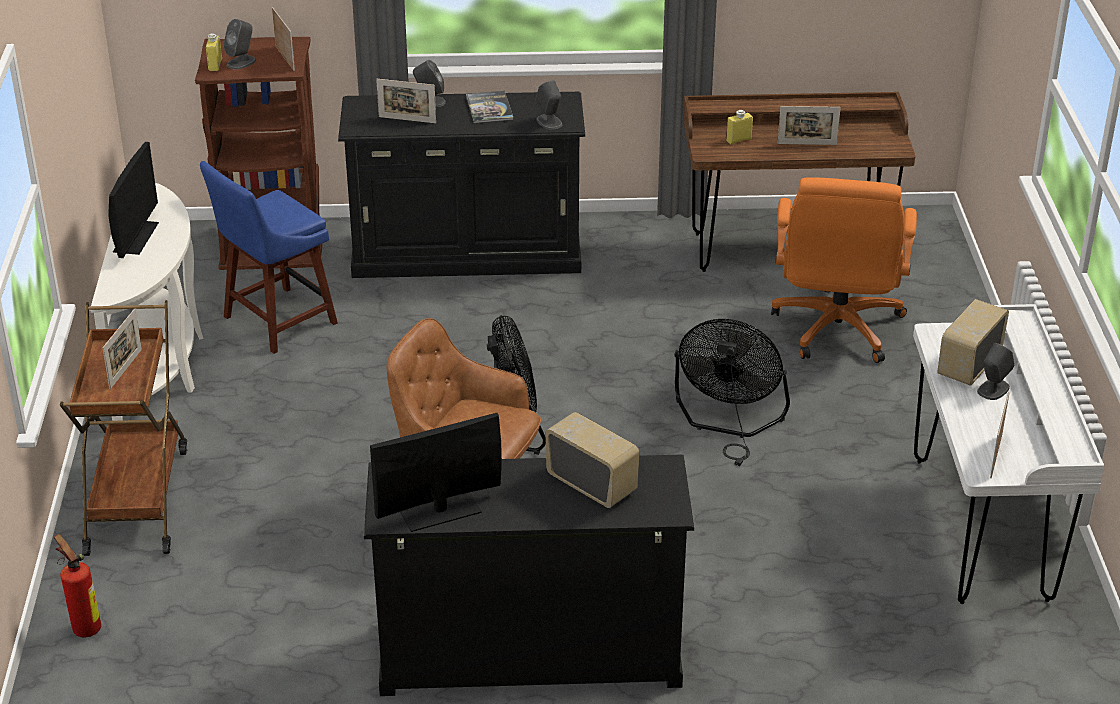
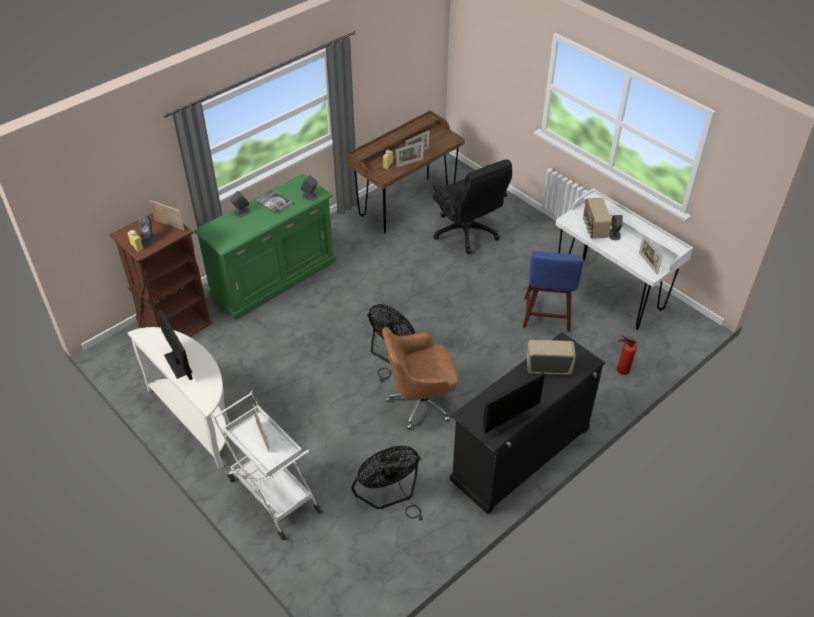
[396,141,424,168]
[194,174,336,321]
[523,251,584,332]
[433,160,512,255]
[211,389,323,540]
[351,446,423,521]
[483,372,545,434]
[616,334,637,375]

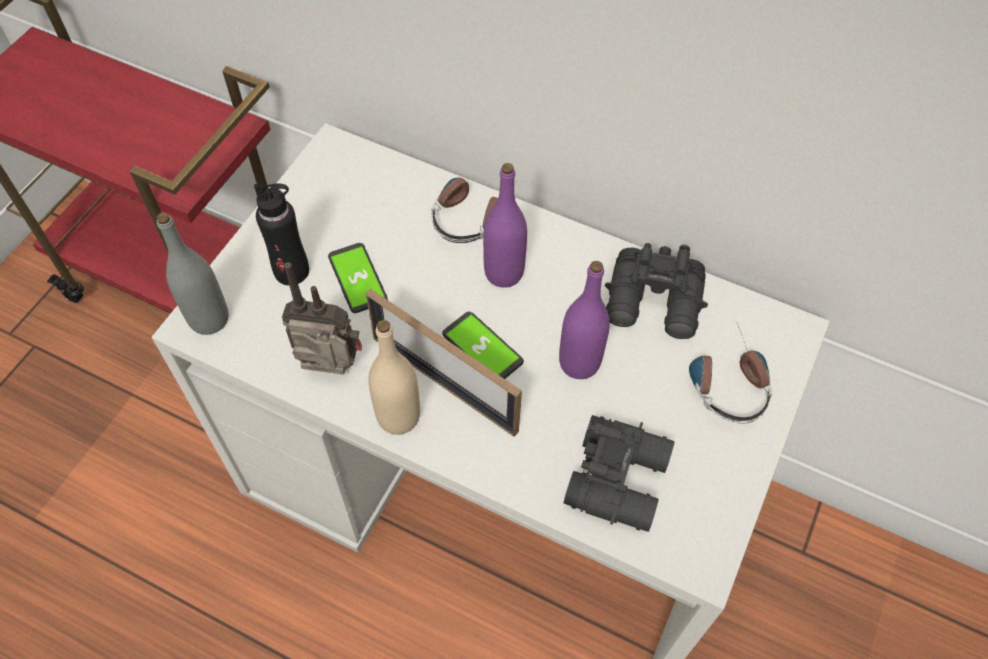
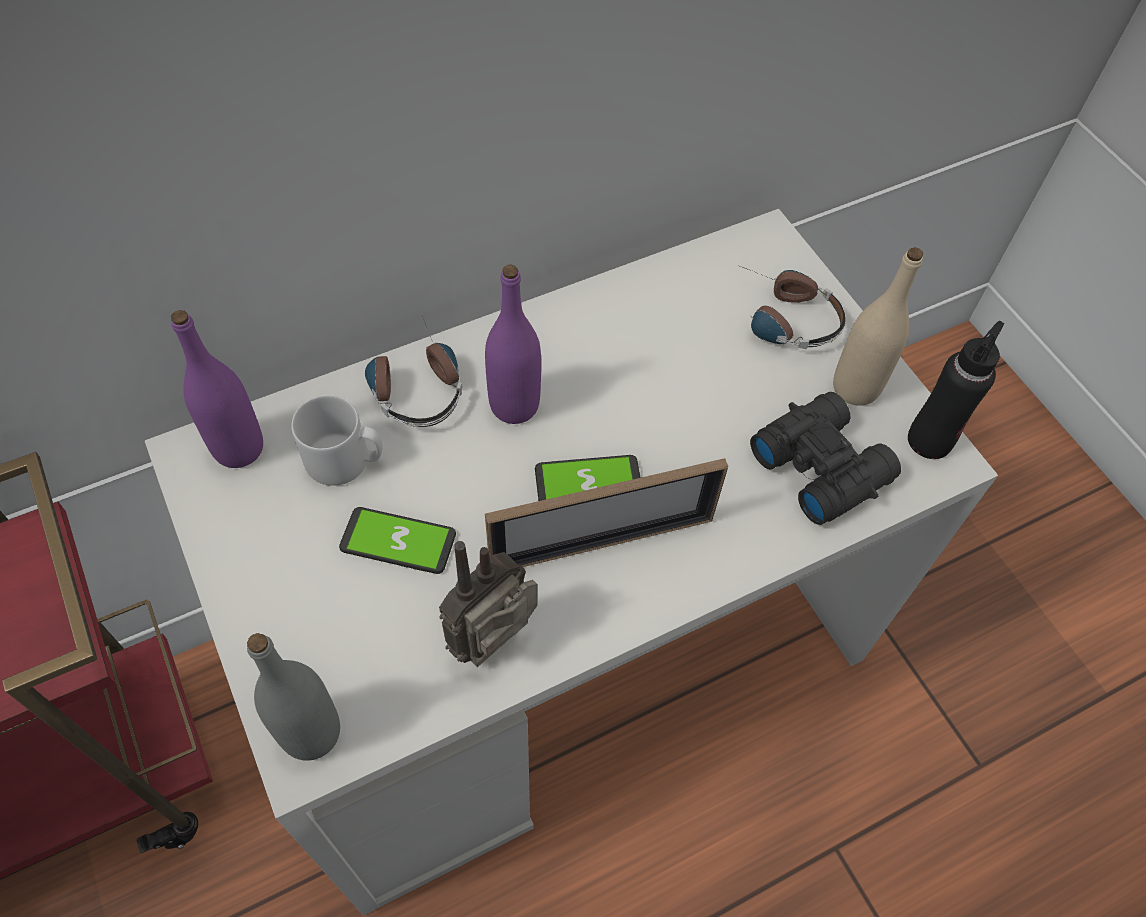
[908,321,1004,459]
[605,243,708,339] (first image)
[171,310,263,468]
[833,247,923,406]
[291,395,382,486]

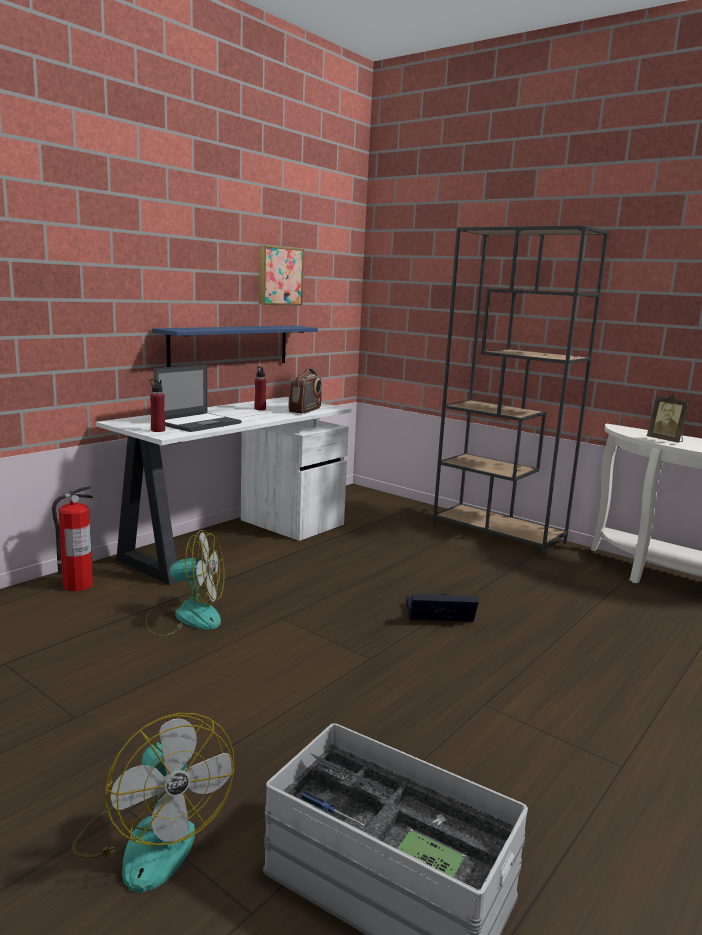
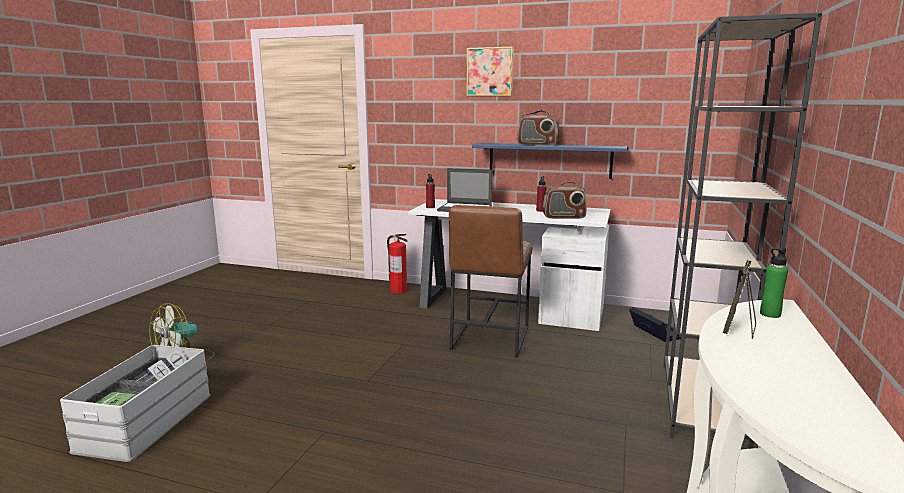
[466,46,514,96]
[145,530,224,637] (first image)
[629,307,681,342]
[517,110,558,146]
[449,205,532,358]
[760,248,788,318]

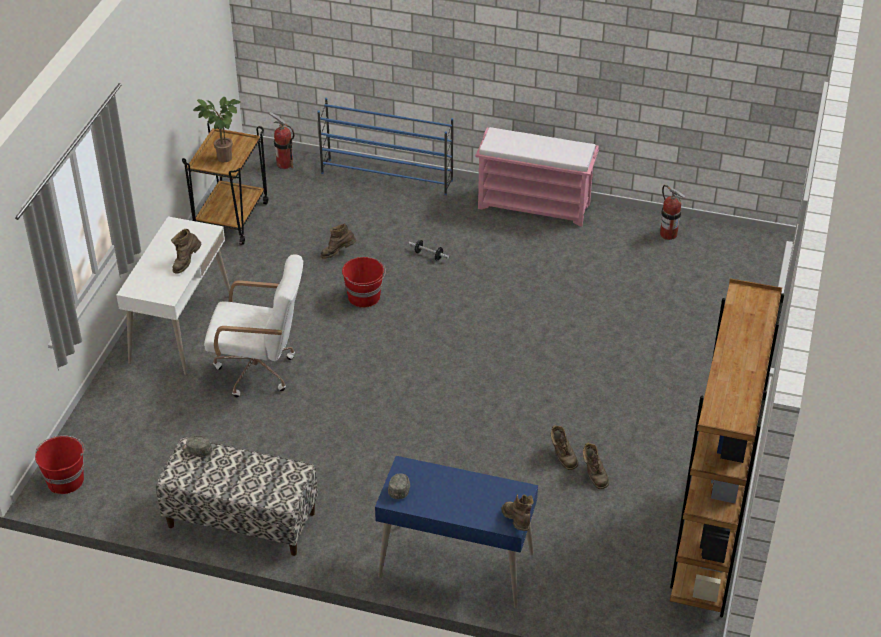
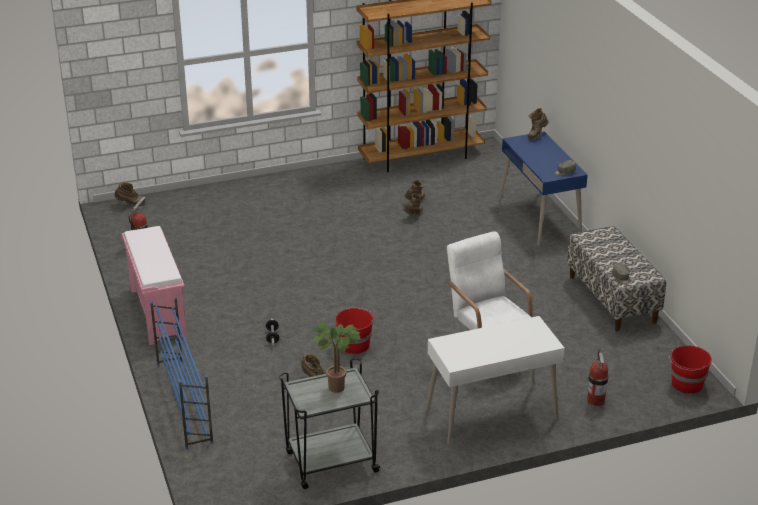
[587,348,608,406]
[279,357,381,489]
[114,182,146,206]

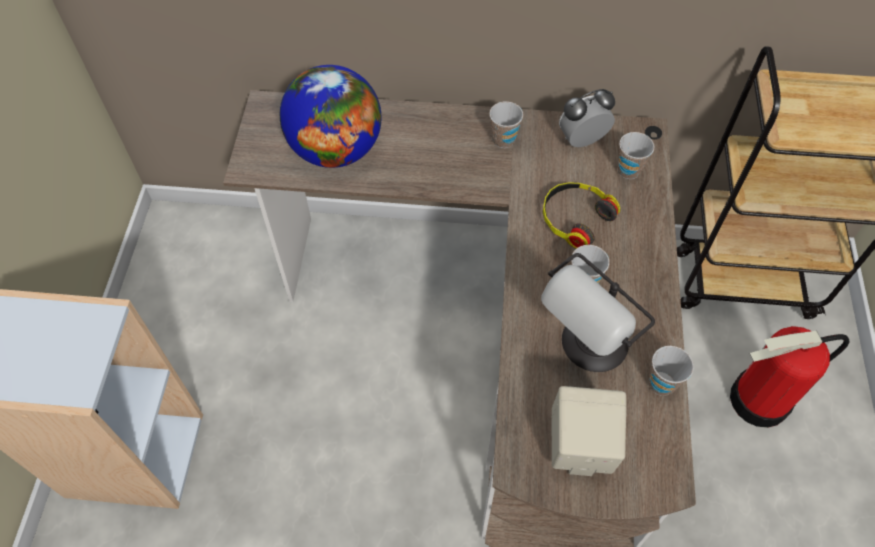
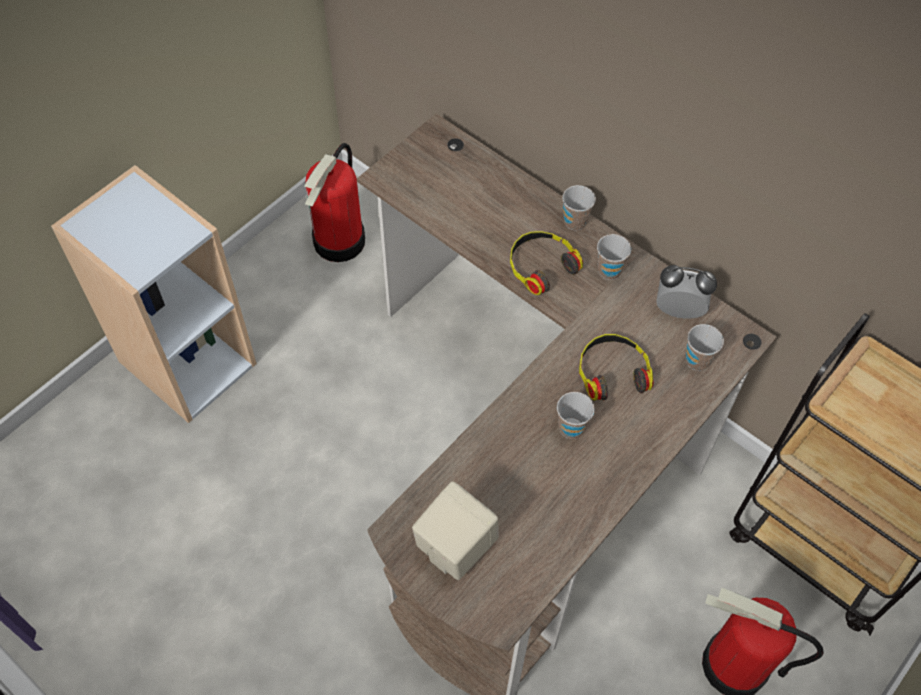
[280,65,382,168] (first image)
[541,253,655,372] (first image)
[562,185,596,231]
[304,143,365,262]
[510,231,583,295]

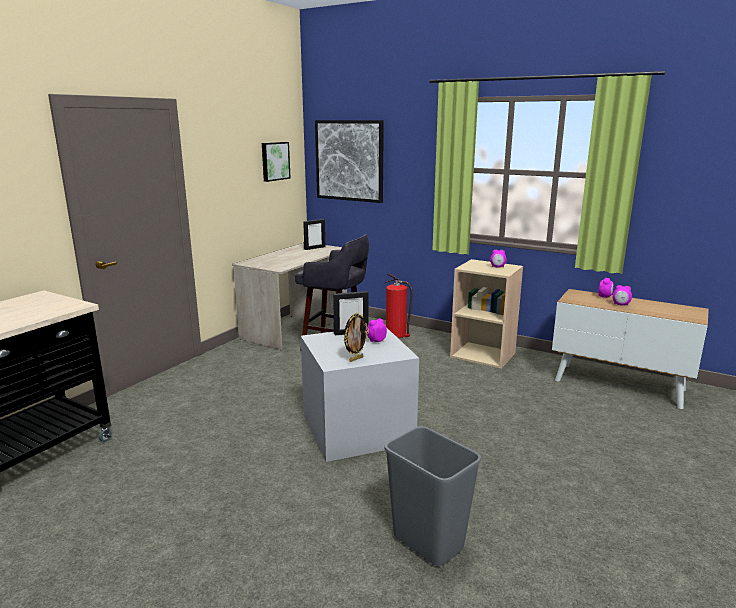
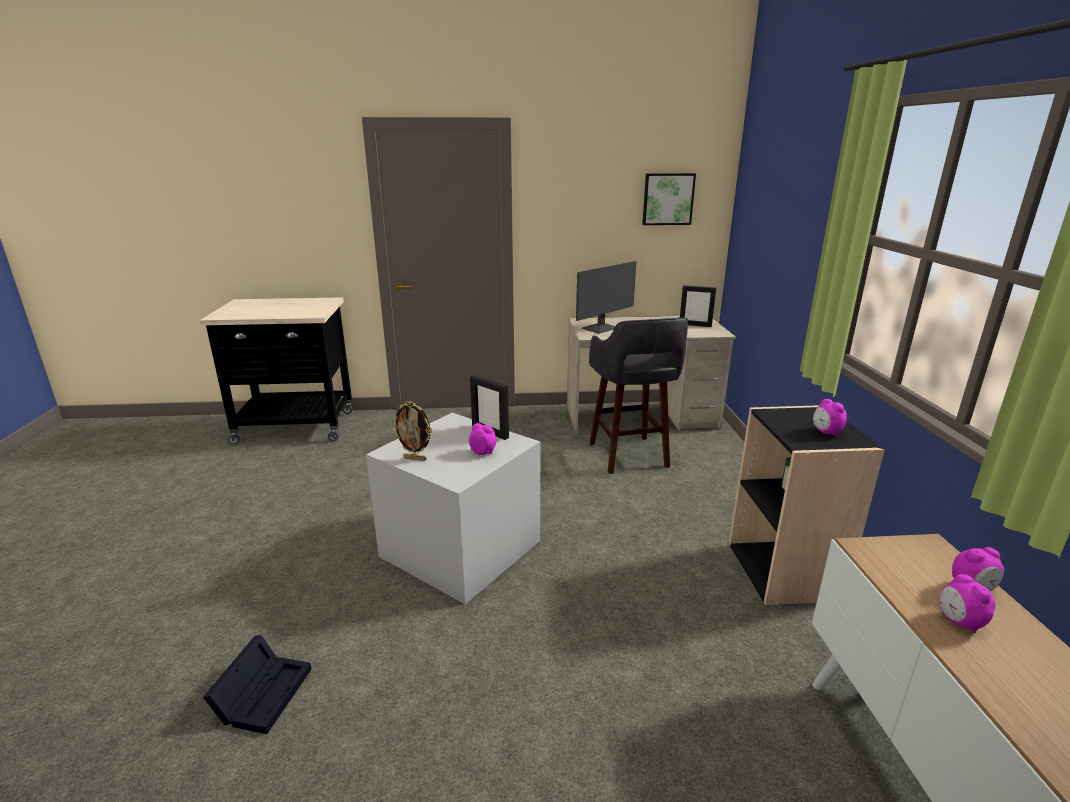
[315,120,384,203] (first image)
[729,405,884,605]
[385,273,413,338] (first image)
[203,635,311,734]
[576,261,636,334]

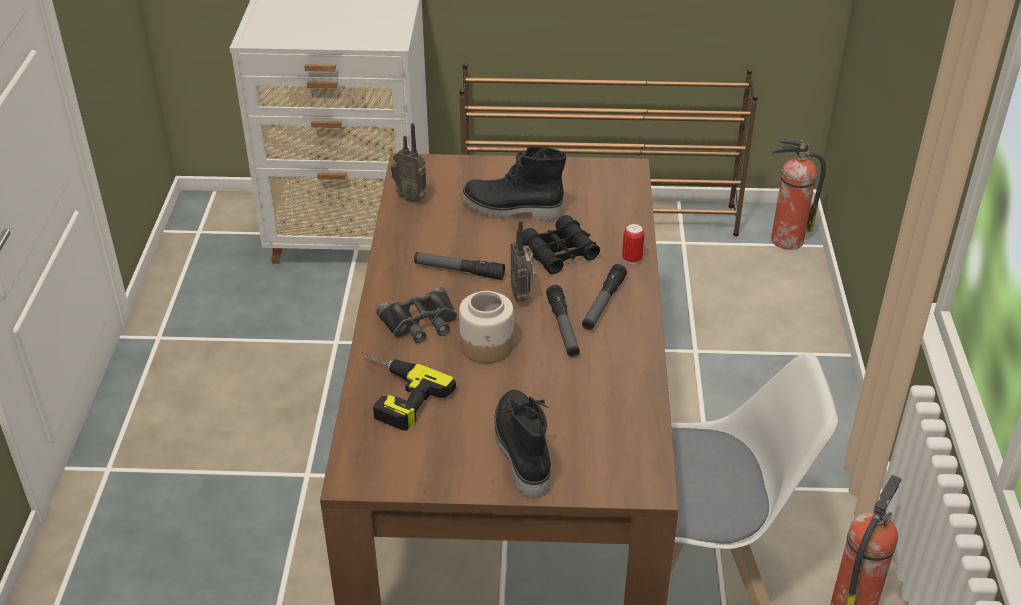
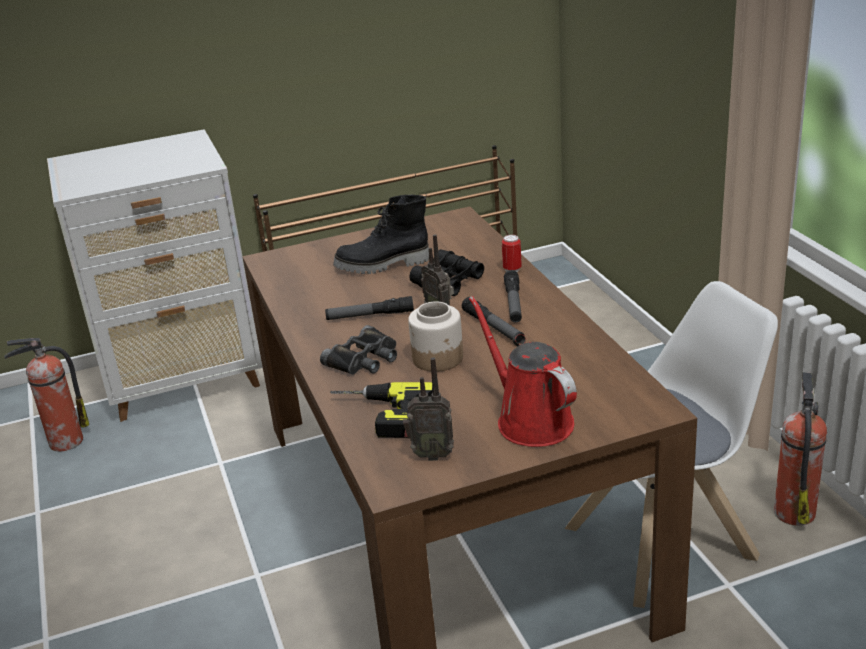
[403,357,454,461]
[4,338,89,451]
[469,296,577,447]

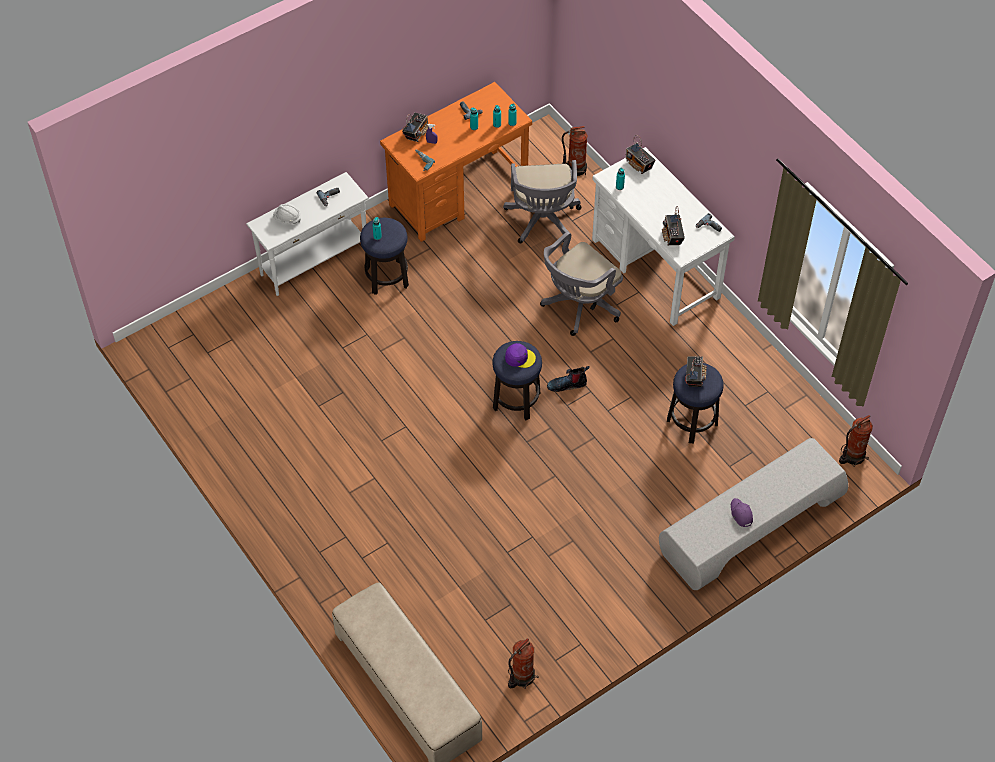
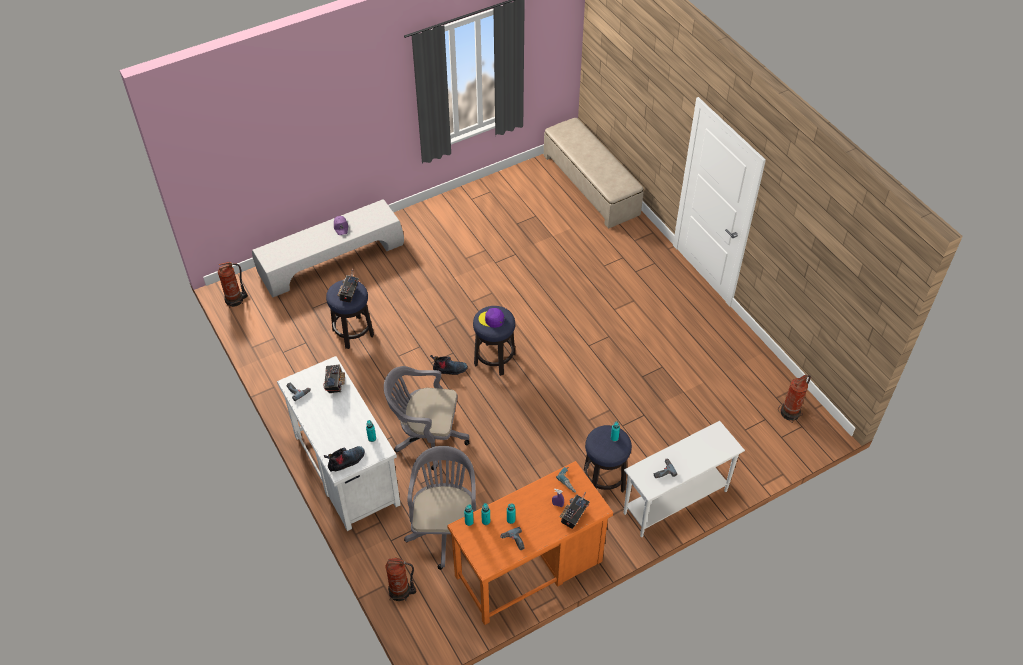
[324,446,365,472]
[273,203,301,224] (first image)
[384,366,469,470]
[778,375,811,423]

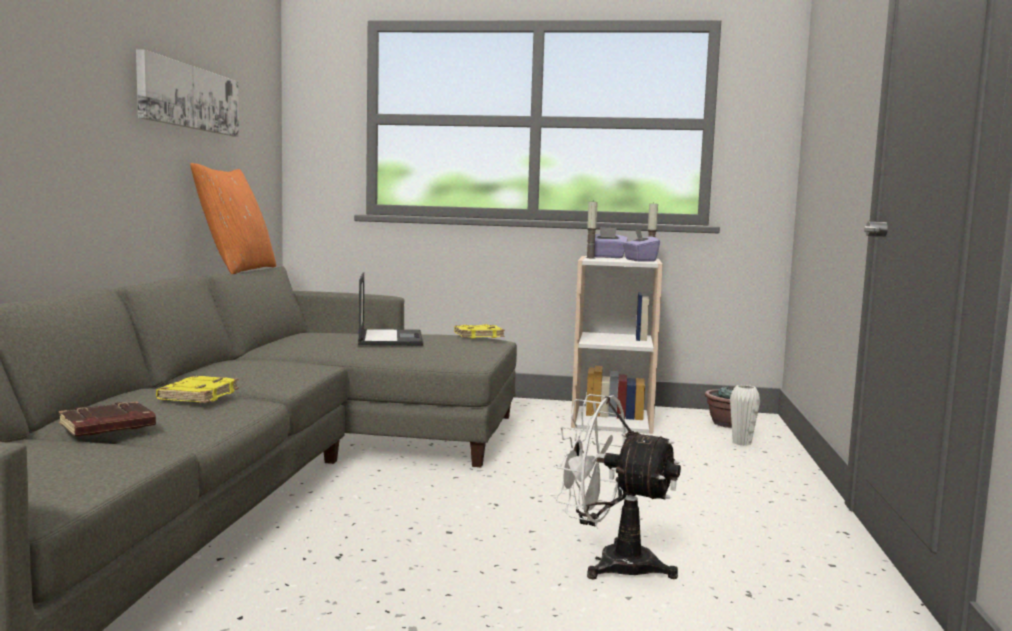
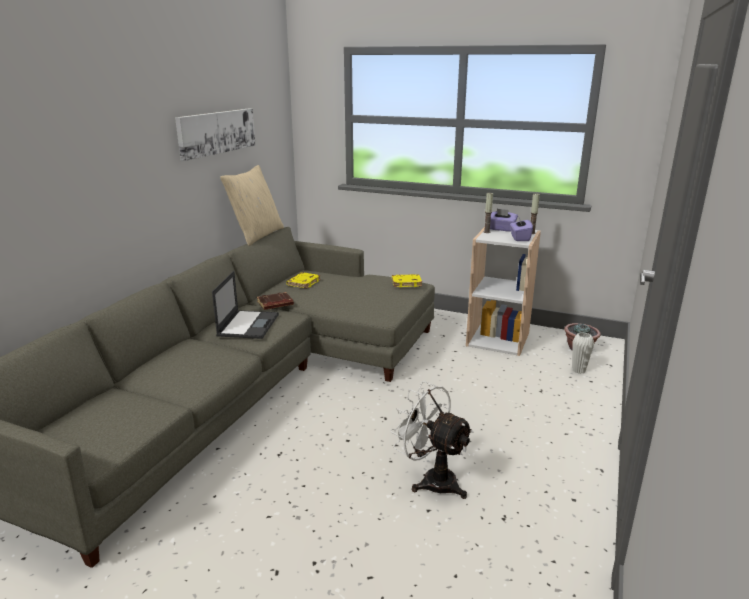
[220,165,284,246]
[212,271,279,339]
[287,272,321,289]
[257,292,294,310]

